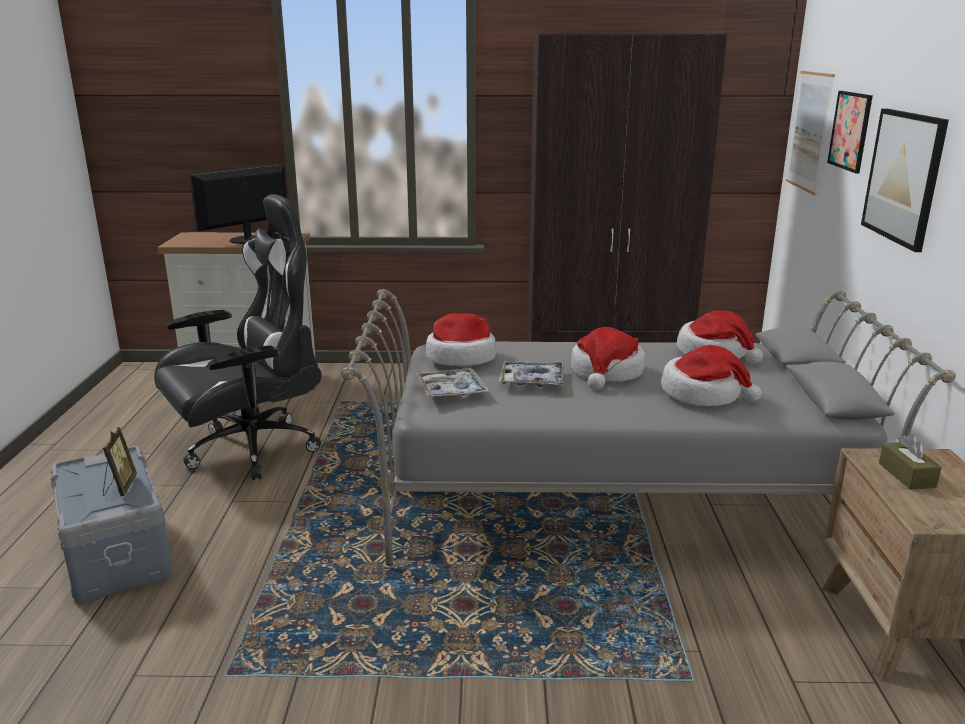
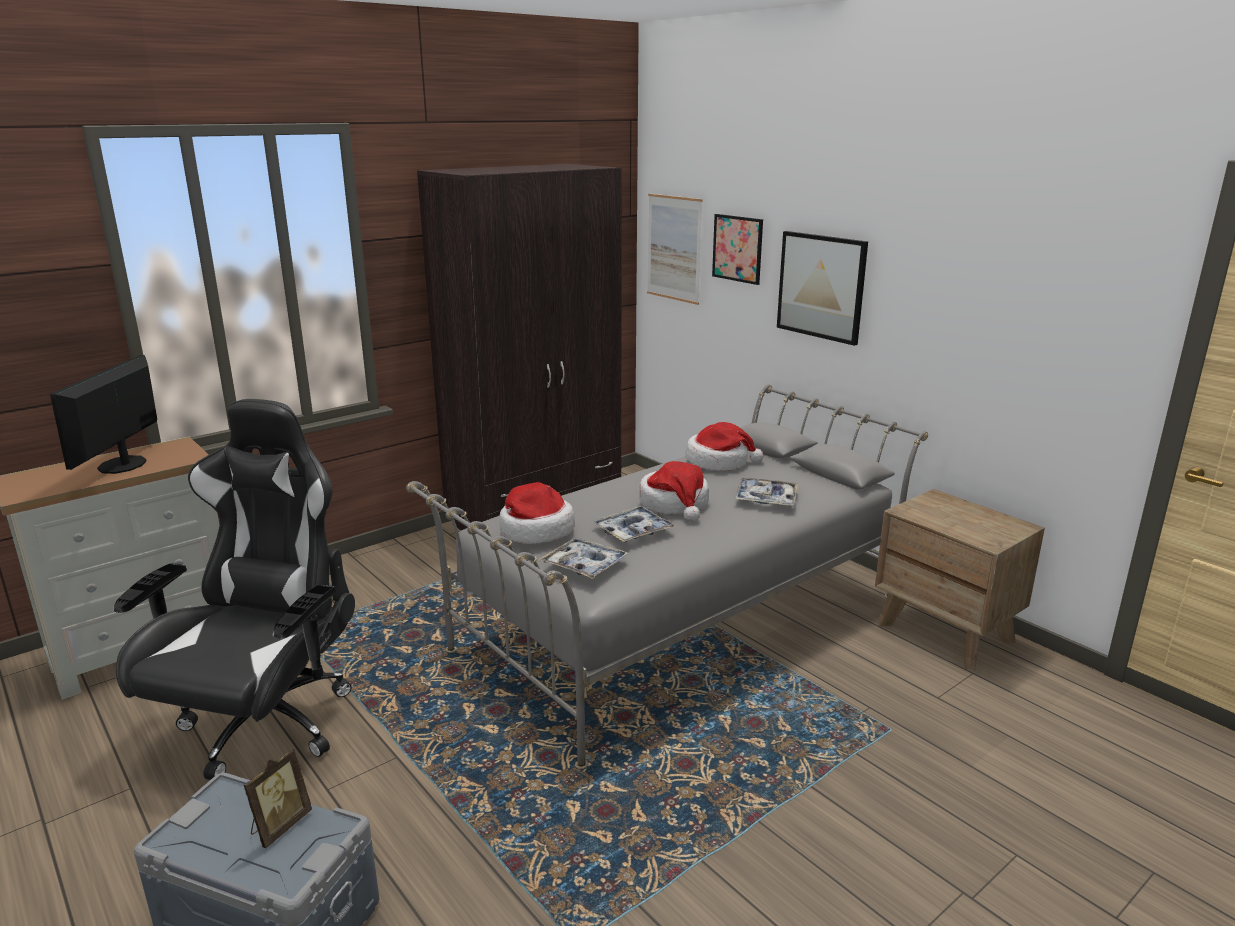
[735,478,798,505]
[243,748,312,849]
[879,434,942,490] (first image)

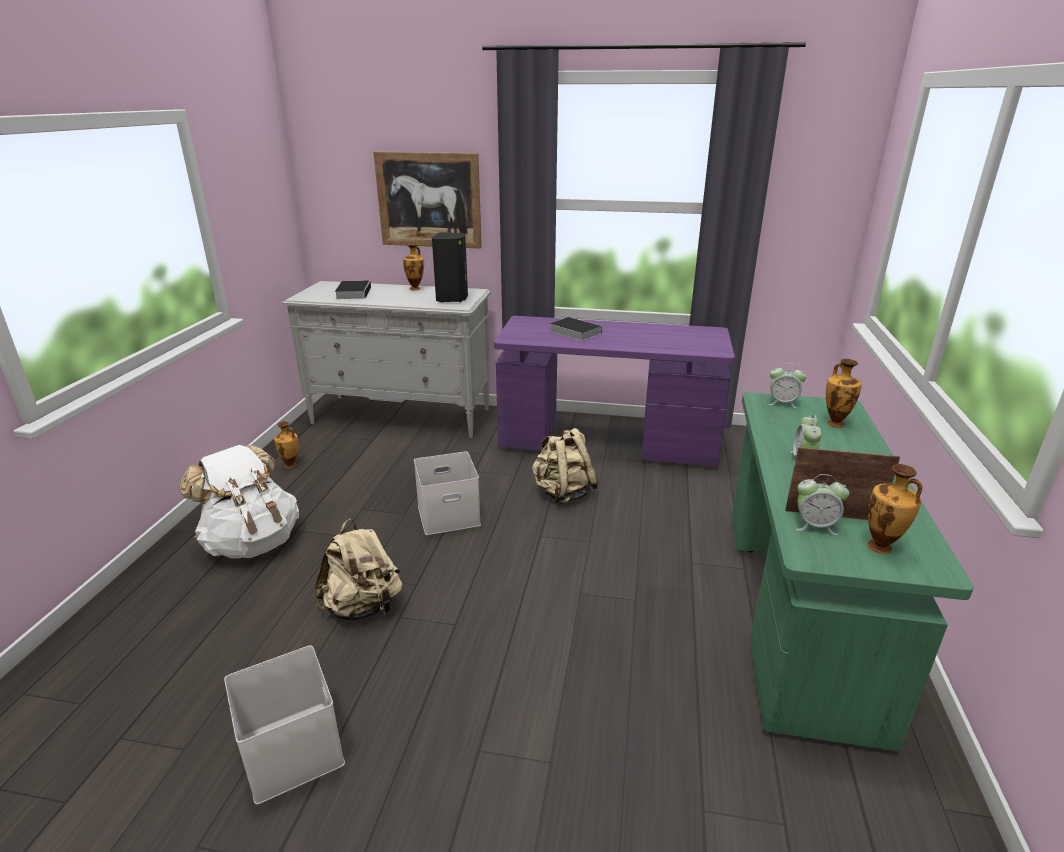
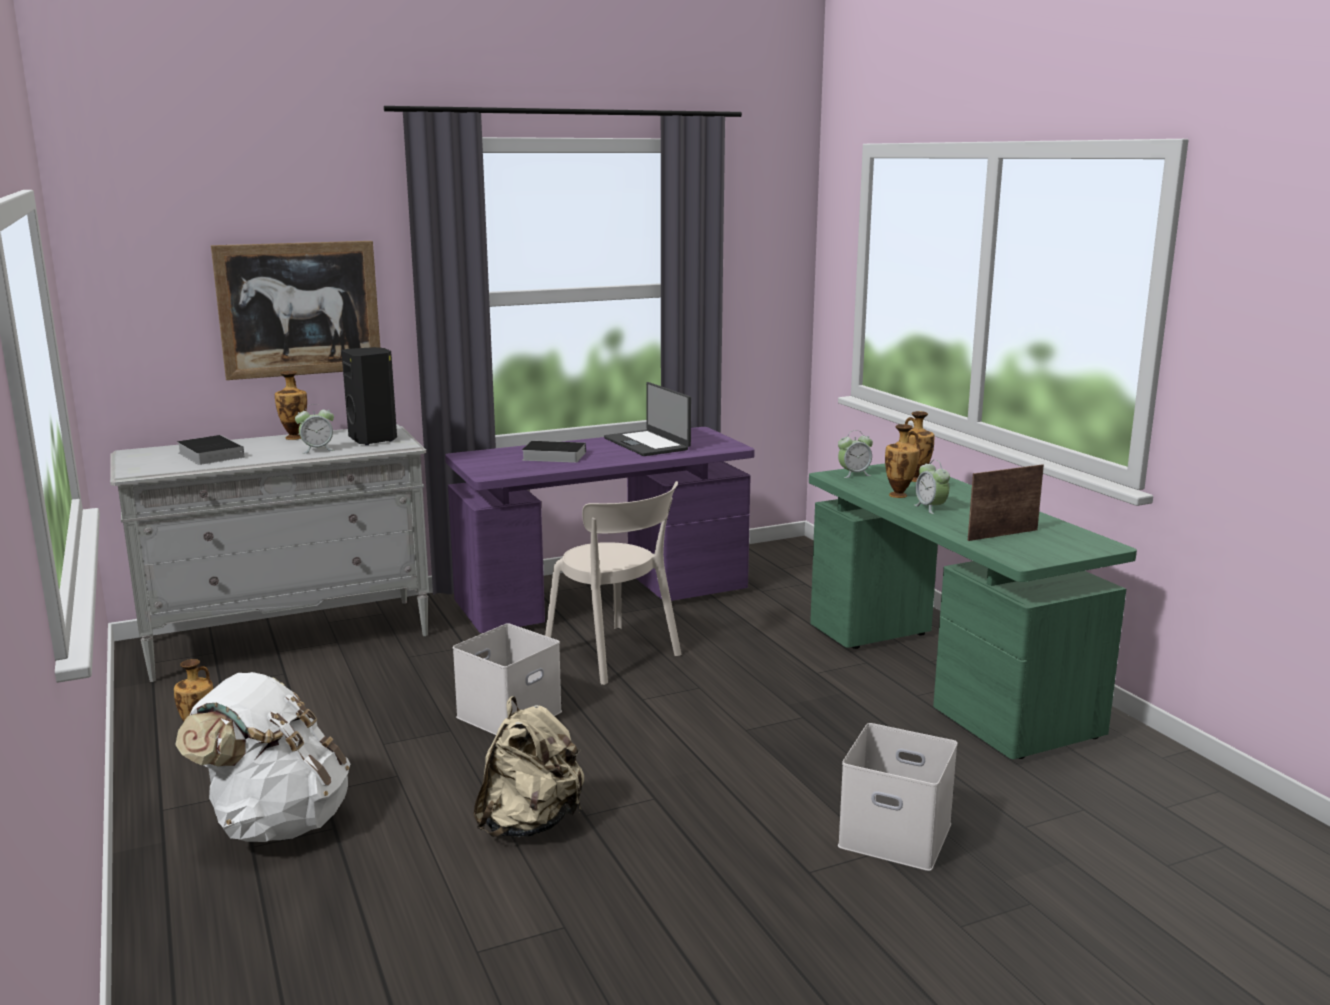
[545,481,682,685]
[885,424,920,498]
[295,404,335,454]
[838,723,958,871]
[604,382,691,456]

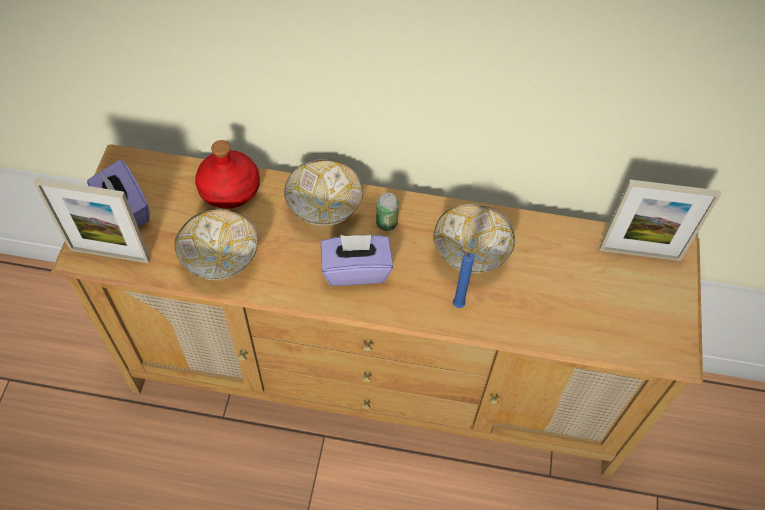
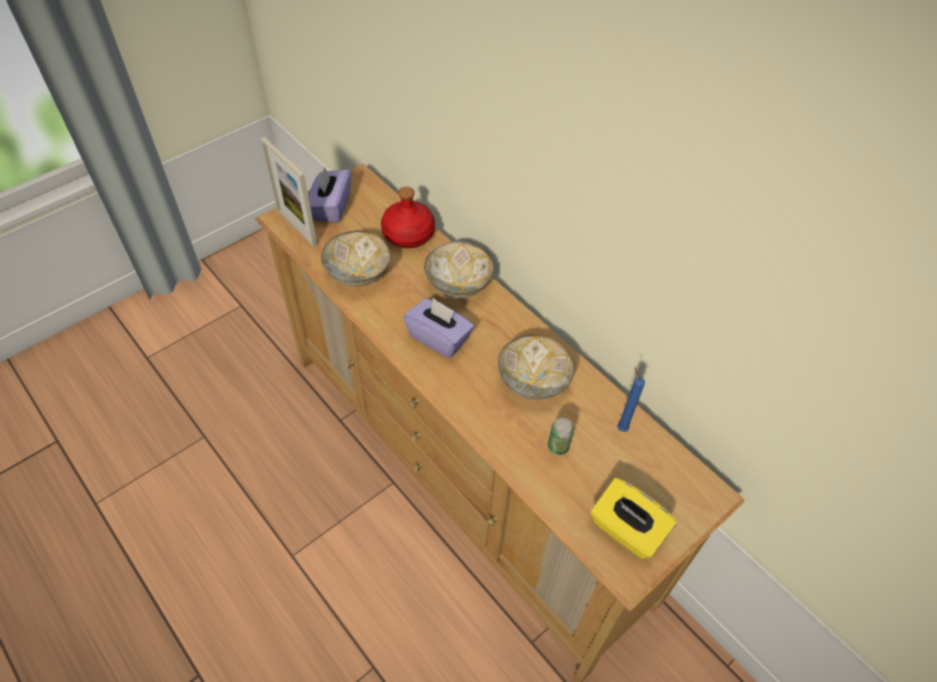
[600,180,721,261] (first image)
[548,418,574,455]
[617,368,645,432]
[591,478,677,559]

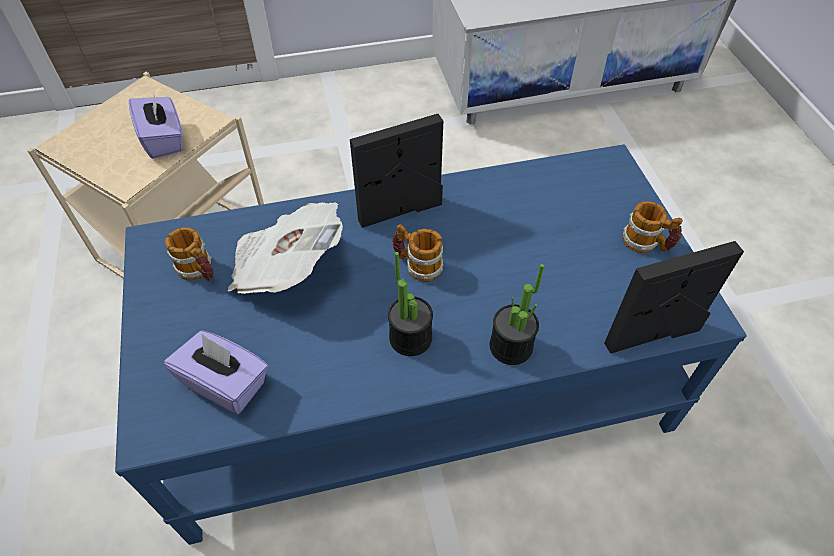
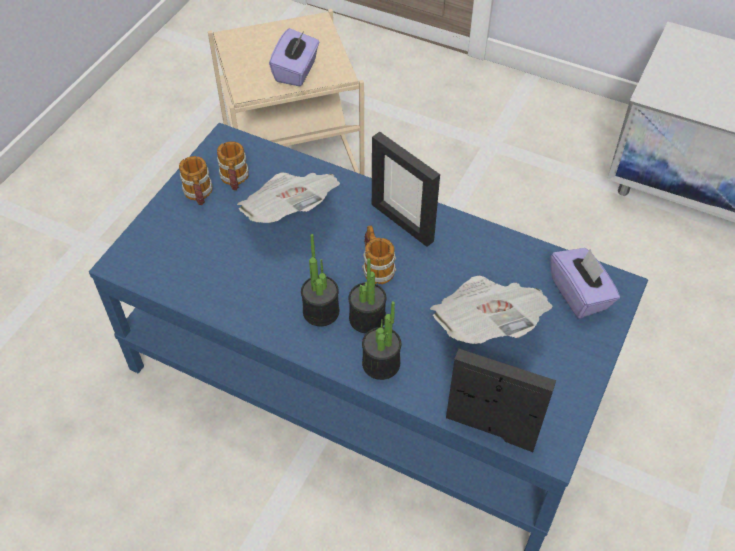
[372,132,440,247]
[179,156,212,205]
[551,248,620,319]
[349,258,386,334]
[430,276,552,344]

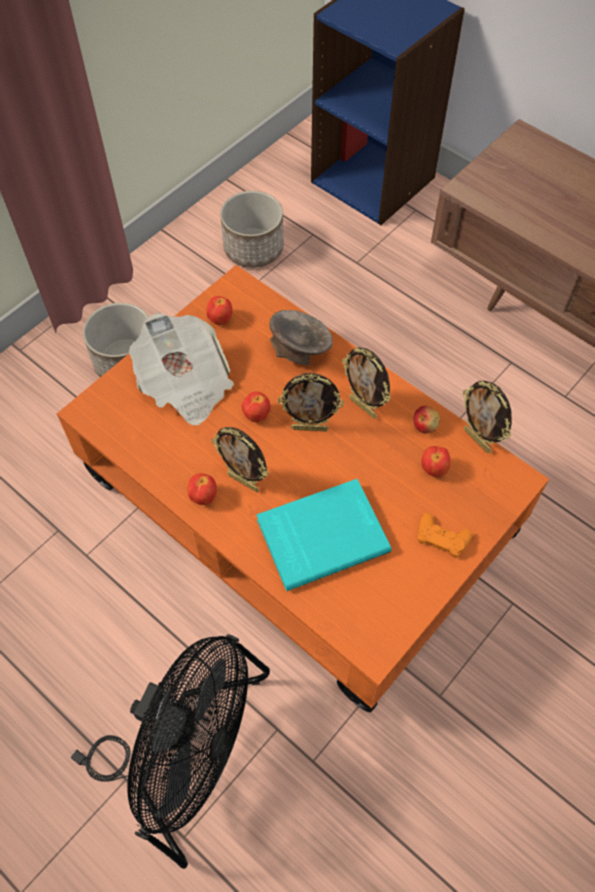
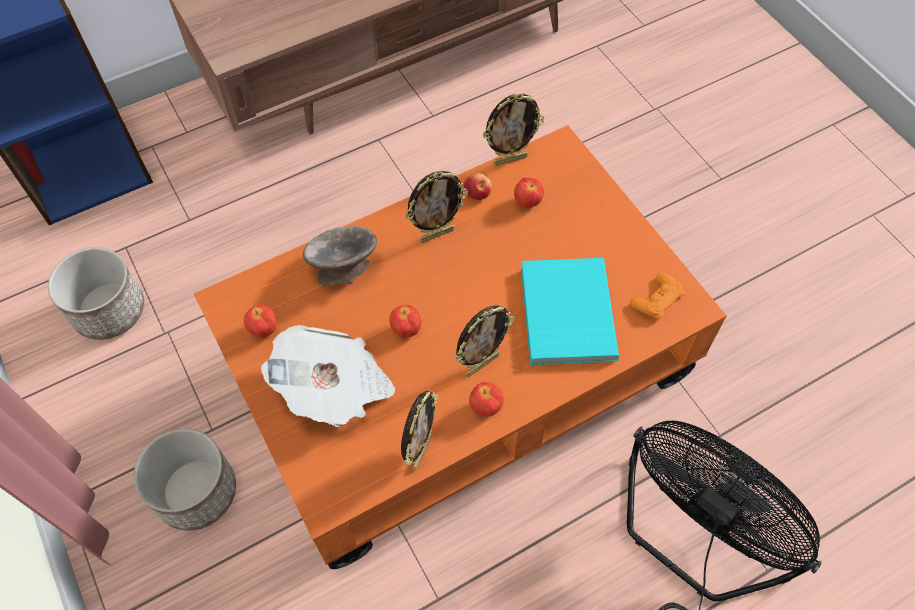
[401,391,438,471]
[630,272,685,320]

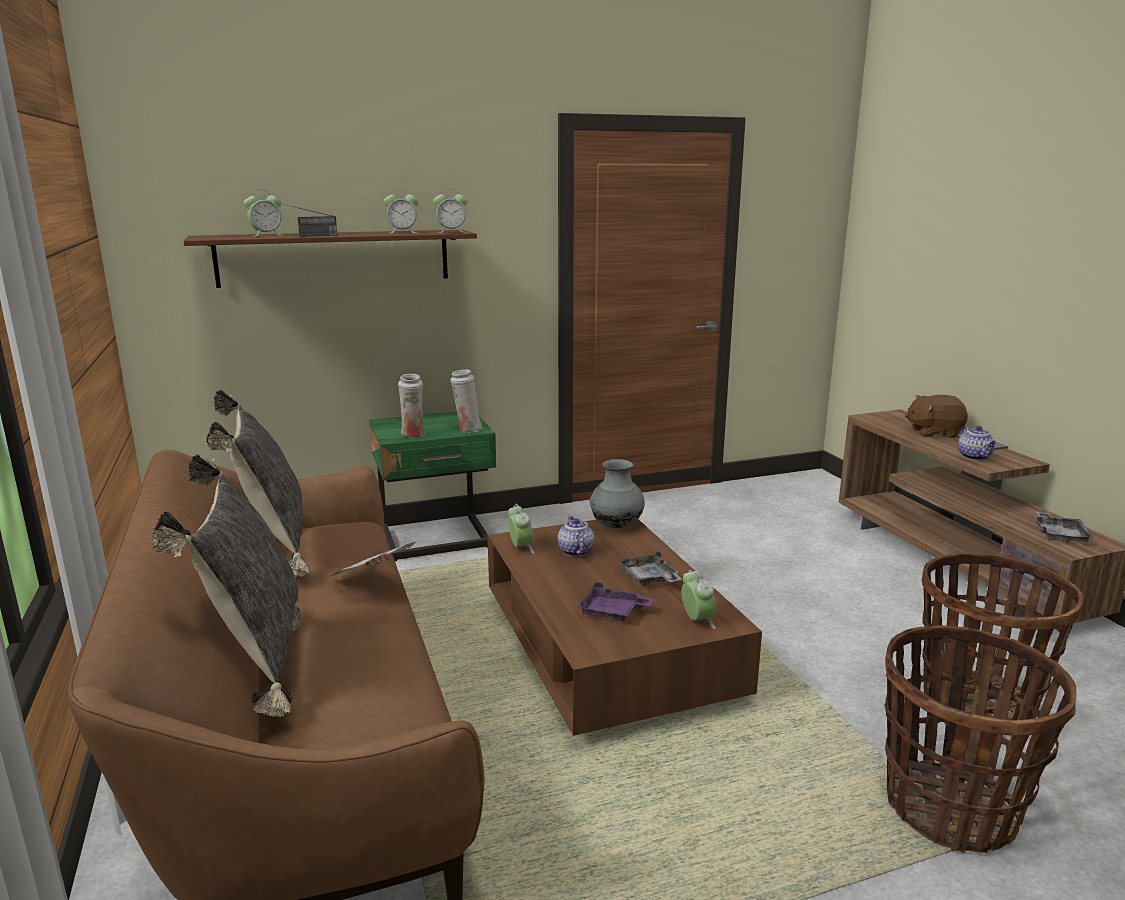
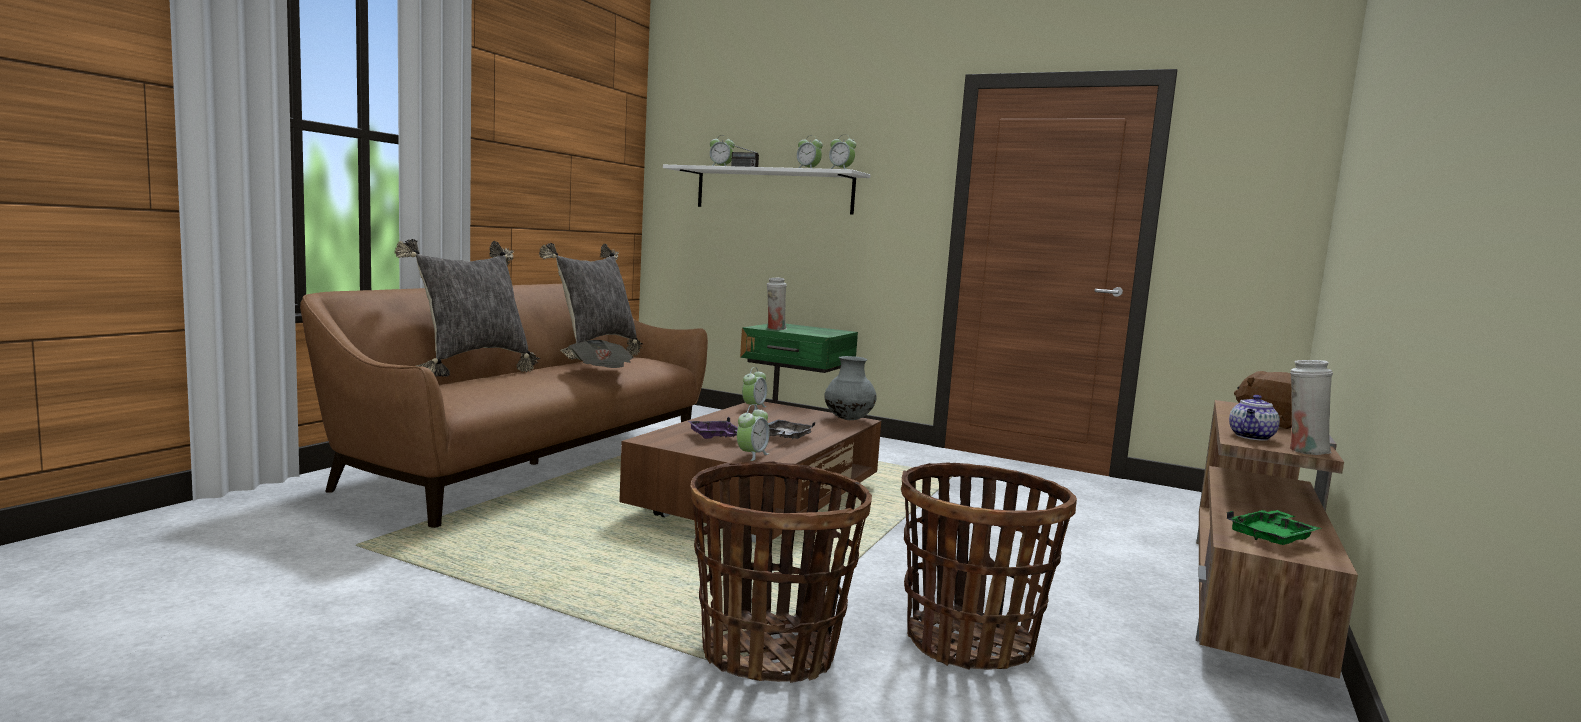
[663,165,870,215]
[1290,360,1333,455]
[1227,509,1322,545]
[558,516,594,557] (first image)

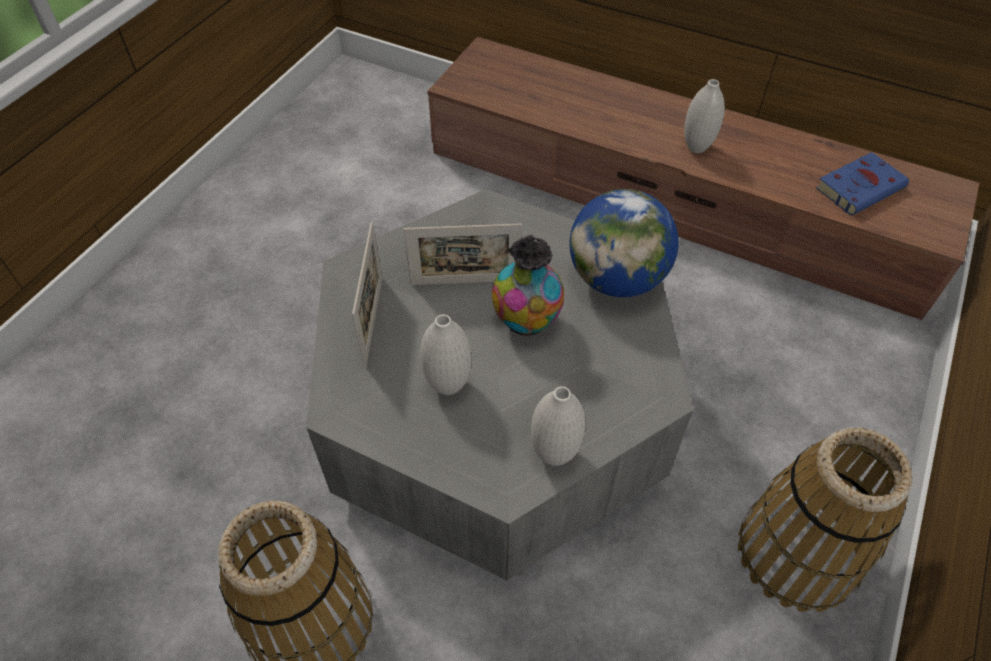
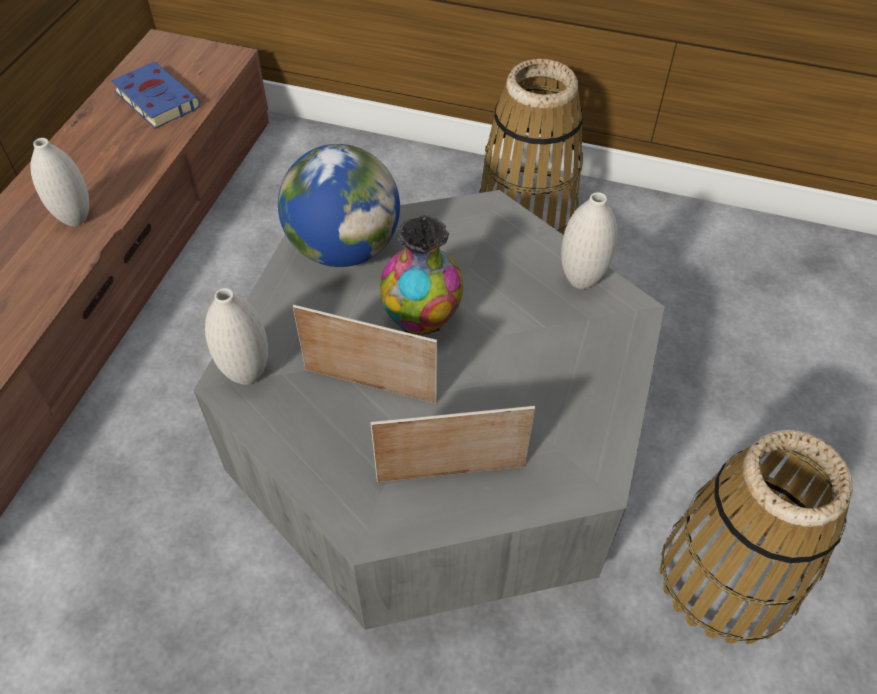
[293,305,437,404]
[205,288,268,385]

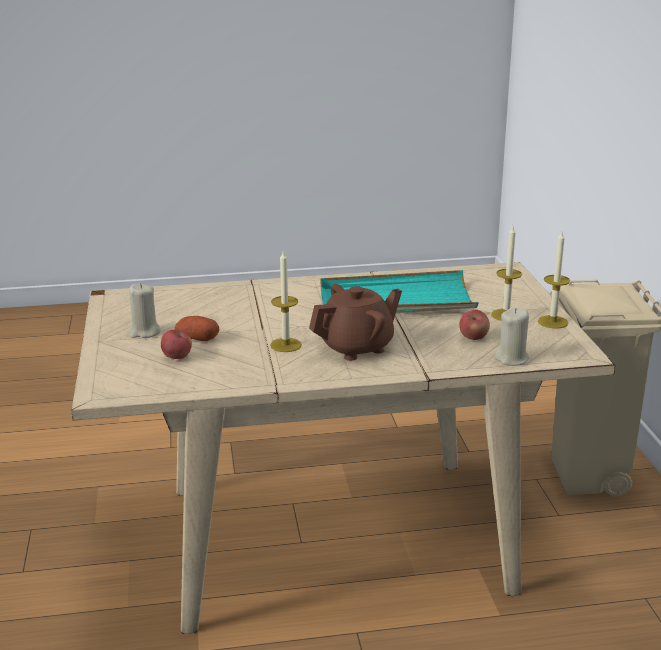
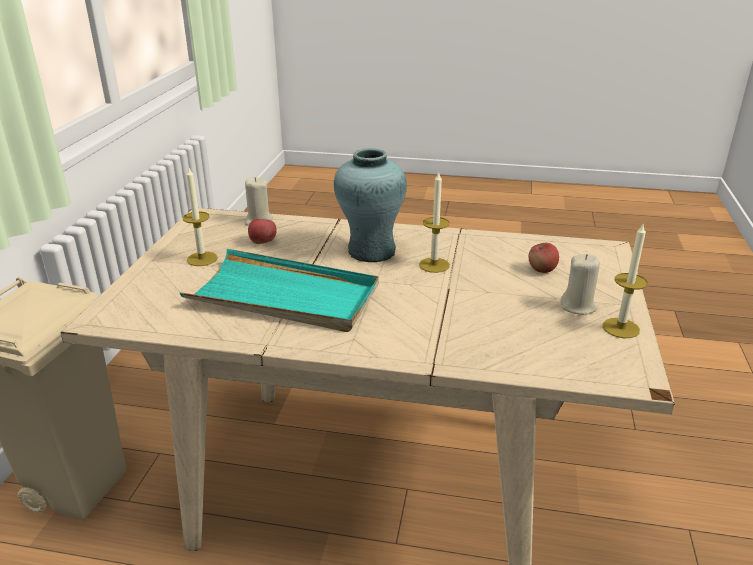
[603,222,648,338]
[334,148,407,262]
[174,316,219,341] (first image)

